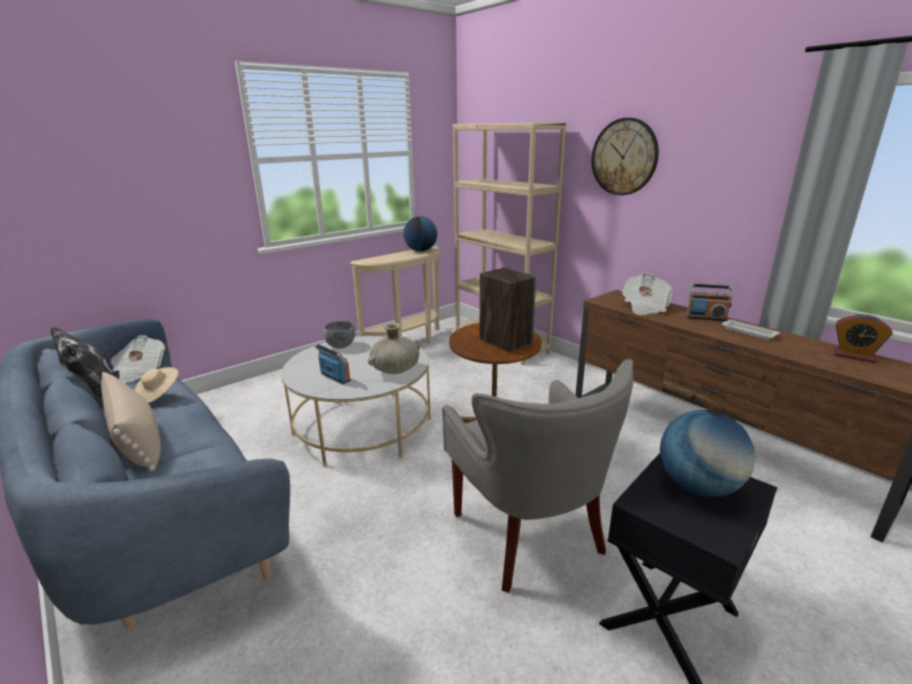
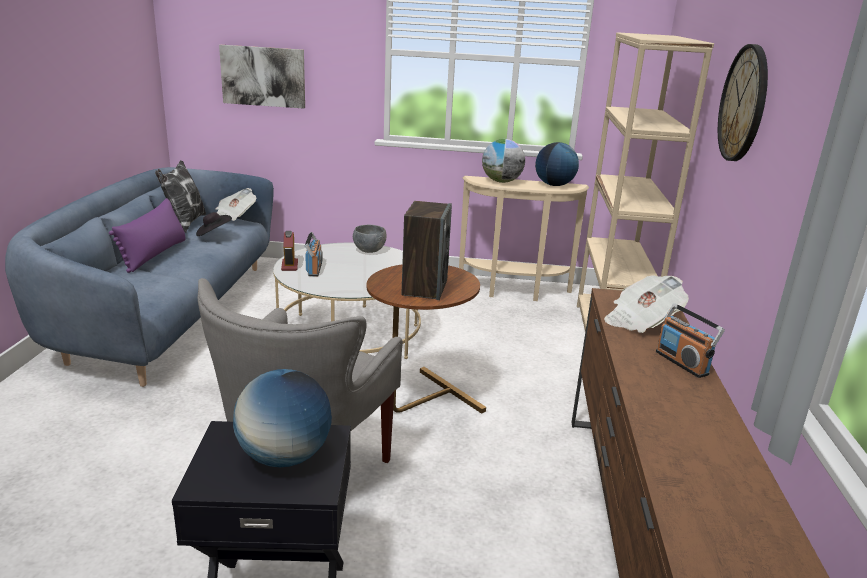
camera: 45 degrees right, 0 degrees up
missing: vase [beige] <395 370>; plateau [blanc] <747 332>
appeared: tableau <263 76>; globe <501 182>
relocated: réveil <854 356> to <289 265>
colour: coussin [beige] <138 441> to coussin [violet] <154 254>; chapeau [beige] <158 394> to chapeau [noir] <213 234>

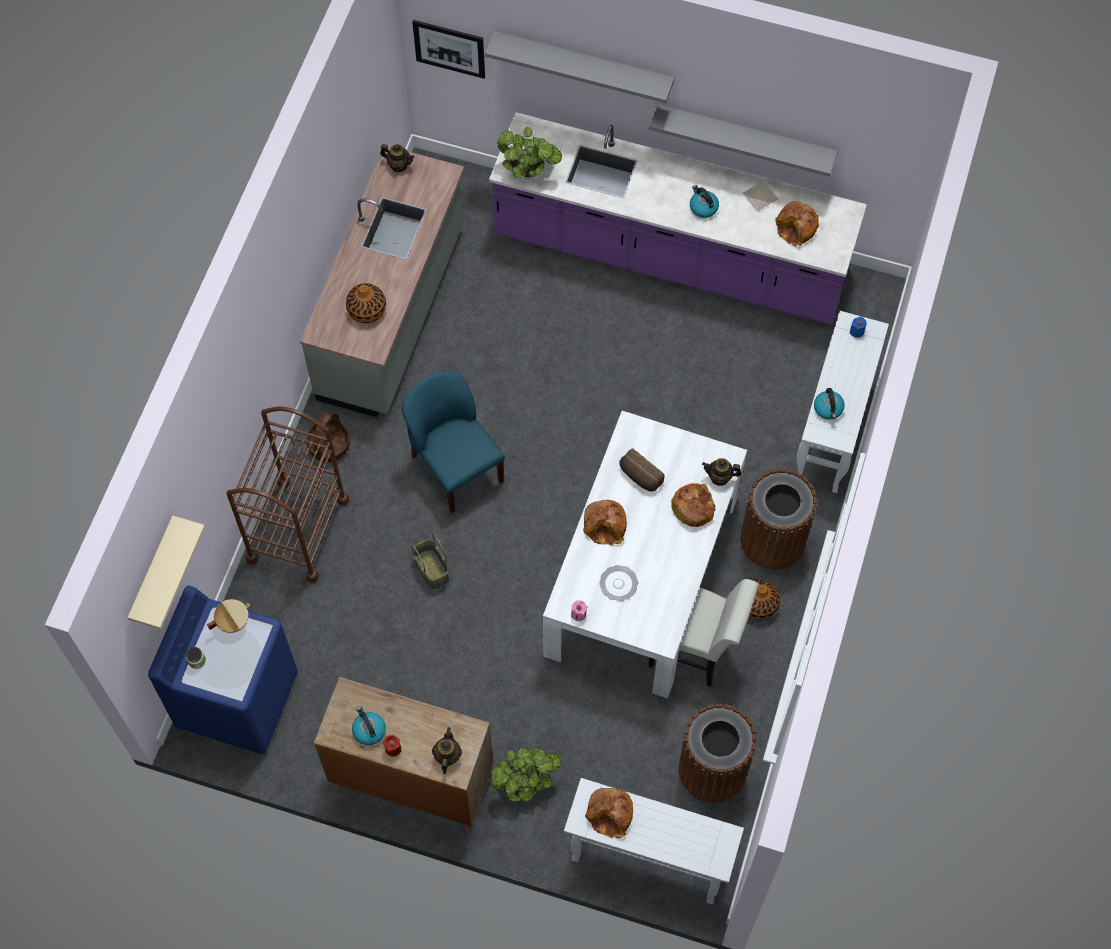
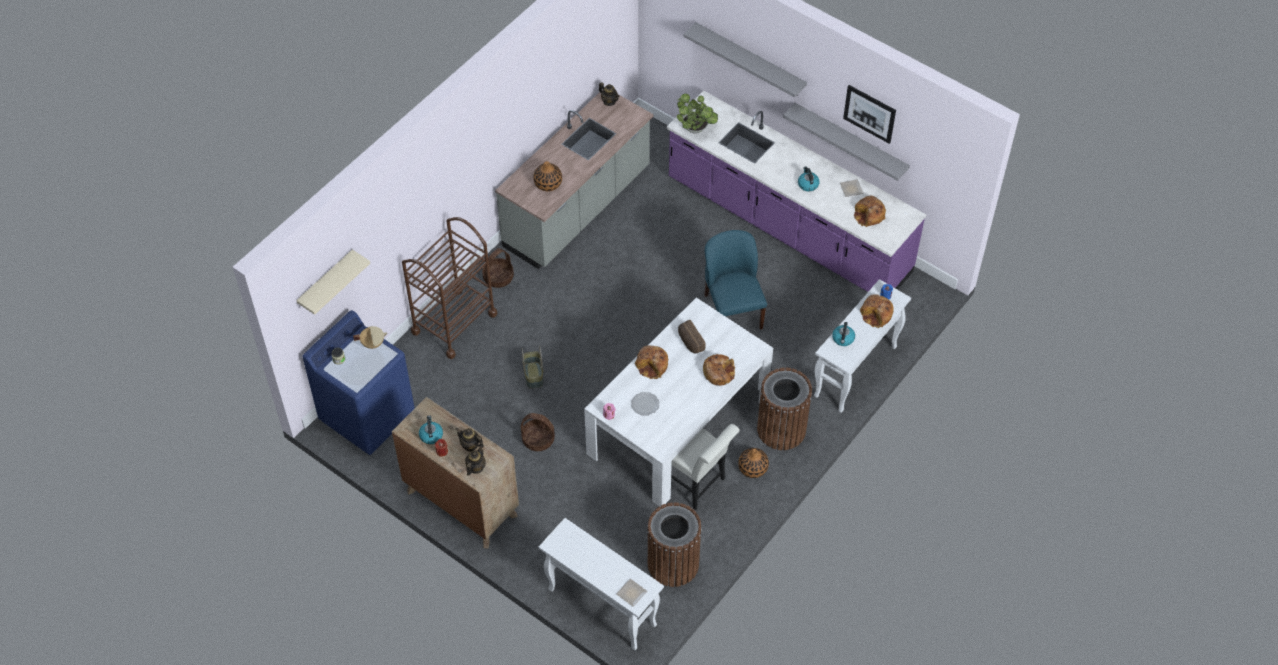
camera: 20 degrees right, 10 degrees down
missing: plante en pot <525 782>
appeared: panier <538 439>; assiette <632 593>
relocated: théière <720 477> to <470 445>; chaise [bleu] <455 467> to <732 310>; tableau <449 48> to <869 113>; pain <610 814> to <877 314>

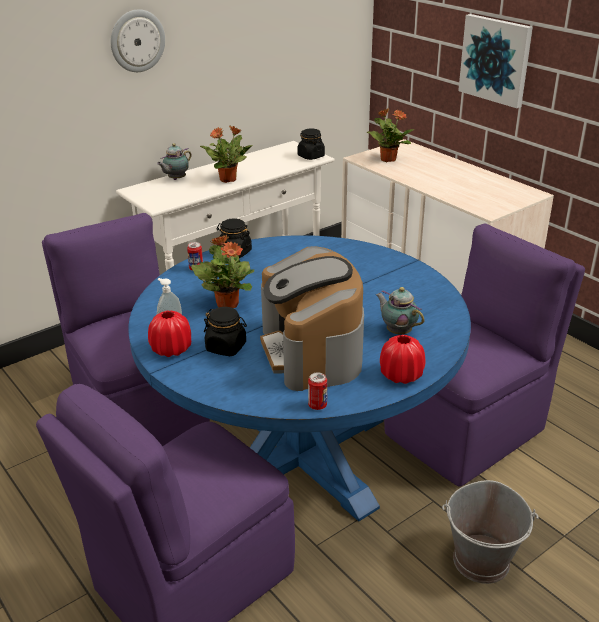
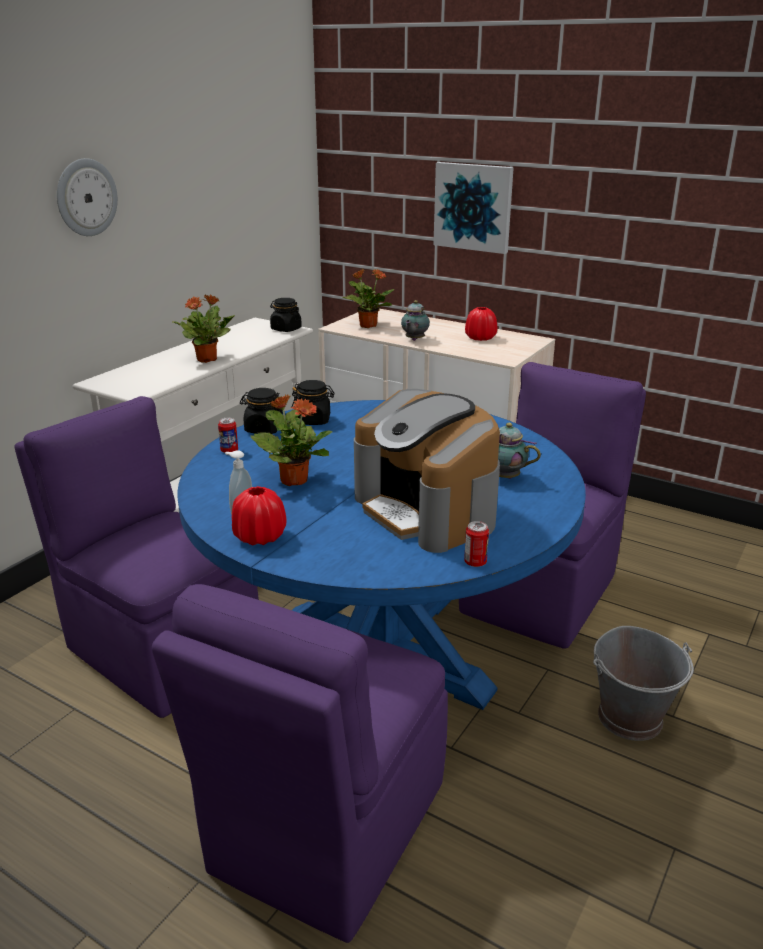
camera: 20 degrees left, 5 degrees down
relocated: bocal [noir] <226 347> to <313 420>; théière <176 179> to <414 340>; vase [rouge] <401 375> to <480 338>

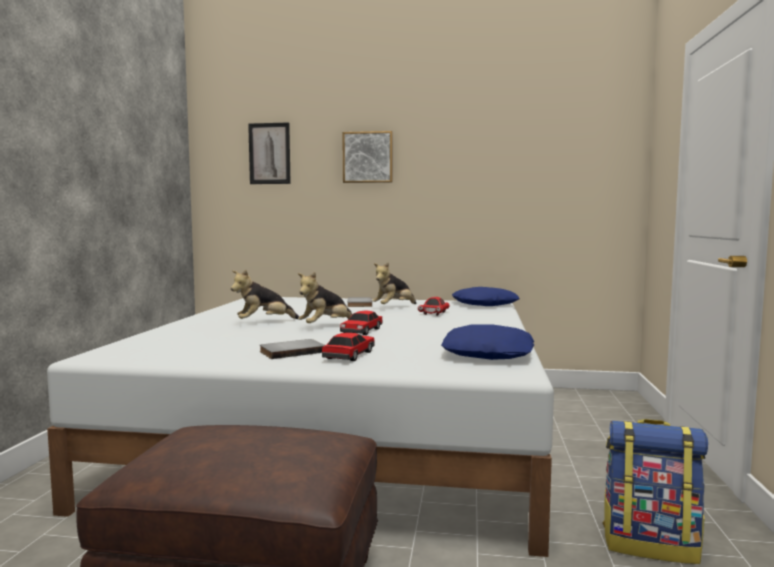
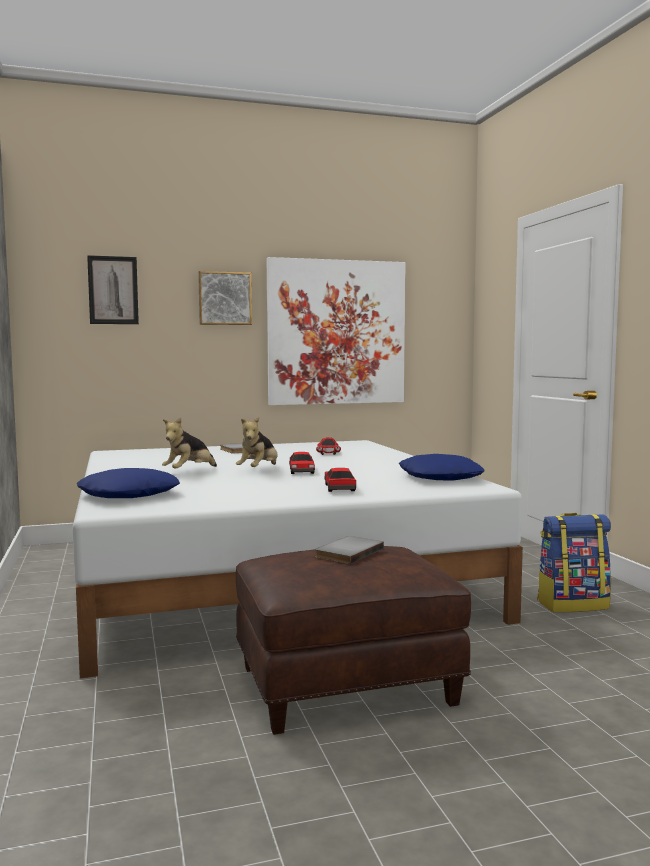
camera: 25 degrees left, 0 degrees up
missing: peluche <394 307>
appeared: tableau <336 332>
relocated: coussin [bleu] <484 304> to <128 494>; livre [gris] <291 351> to <347 552>

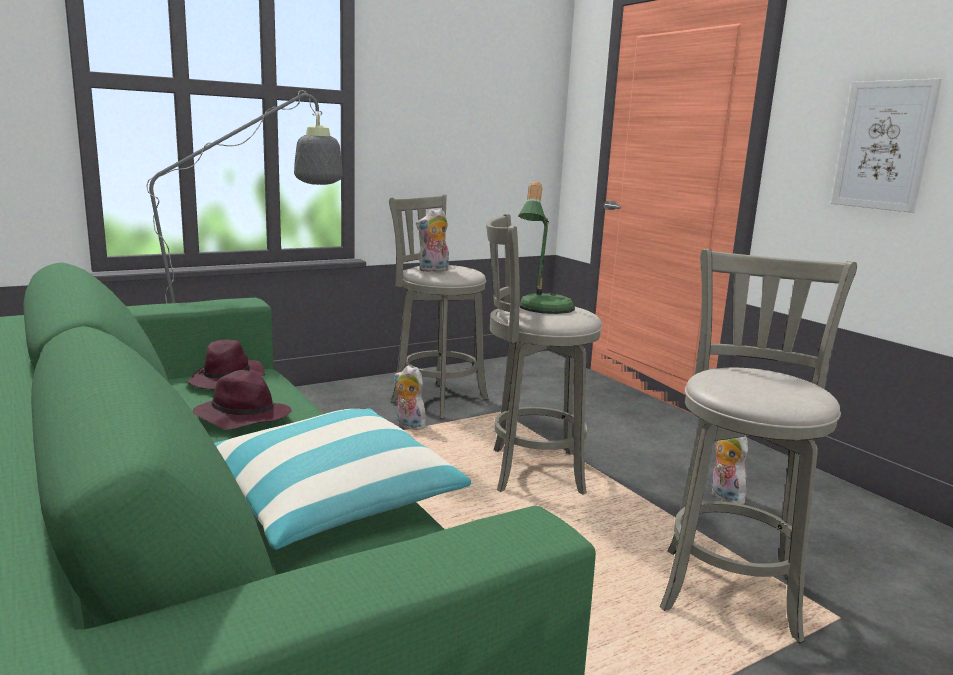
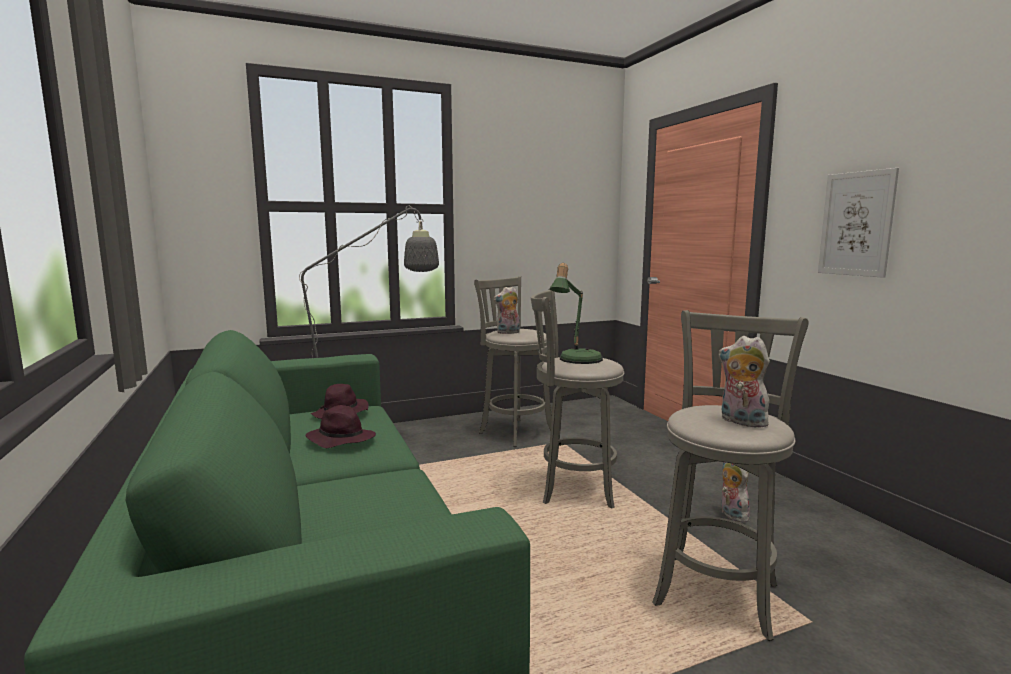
camera: 10 degrees right, 5 degrees down
missing: coussin <330 497>
relocated: peluche <408 426> to <740 422>

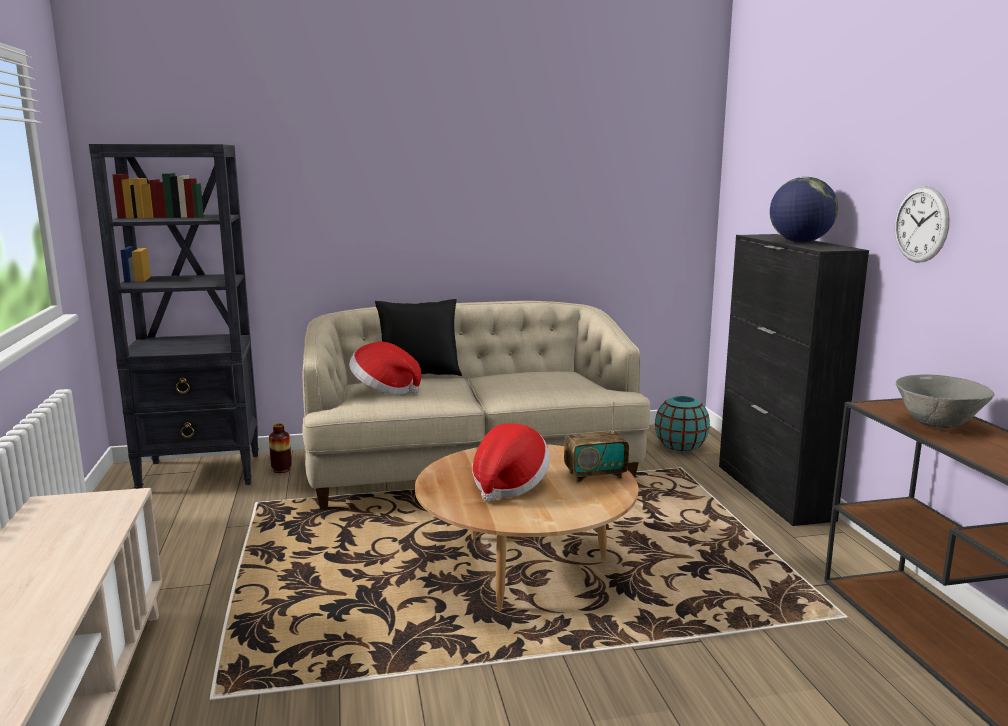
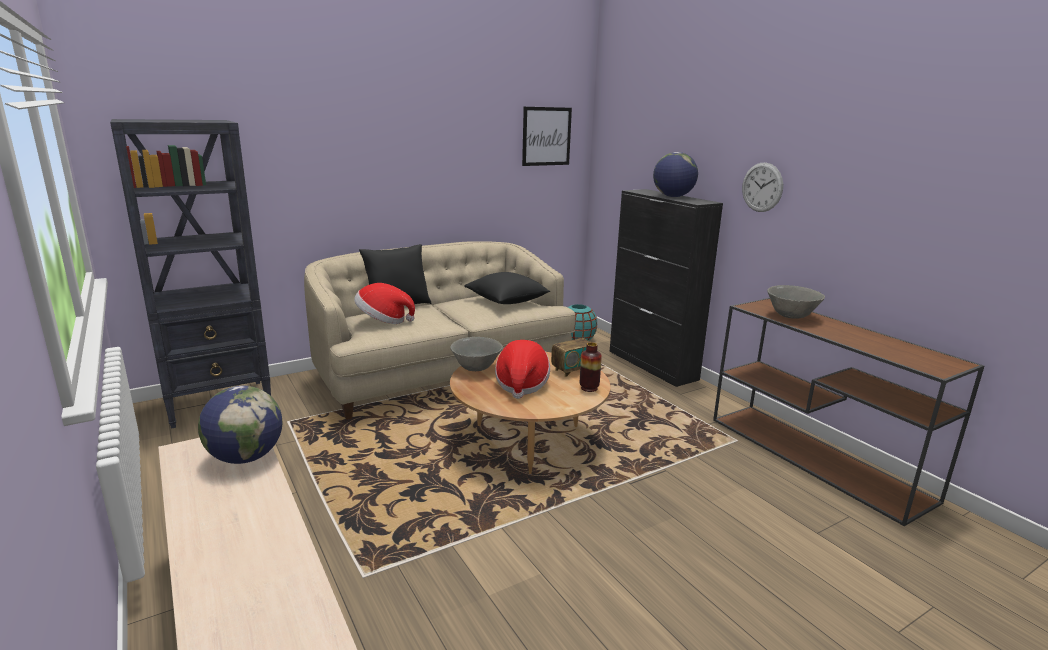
camera: 20 degrees left, 5 degrees up
appeared: globe <246 457>; bol [gris] <476 368>; coussin [noir] <507 301>; tableau <546 136>
relocated: vase <281 470> to <589 388>

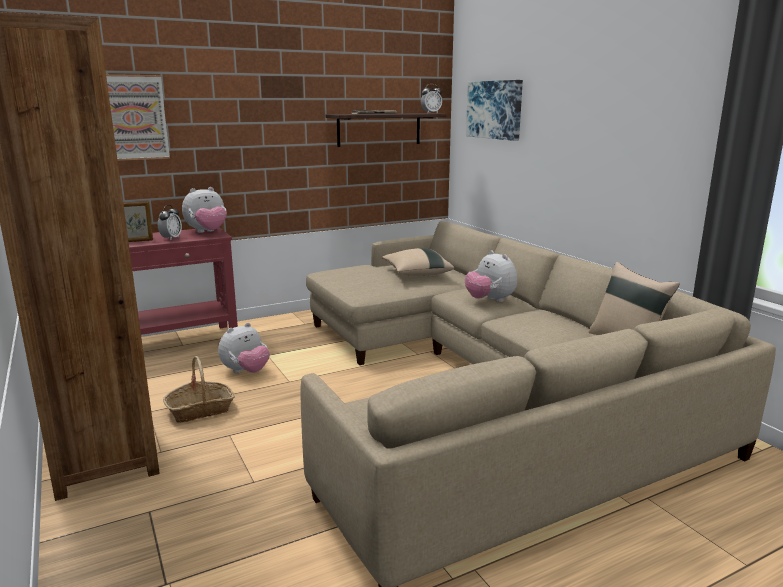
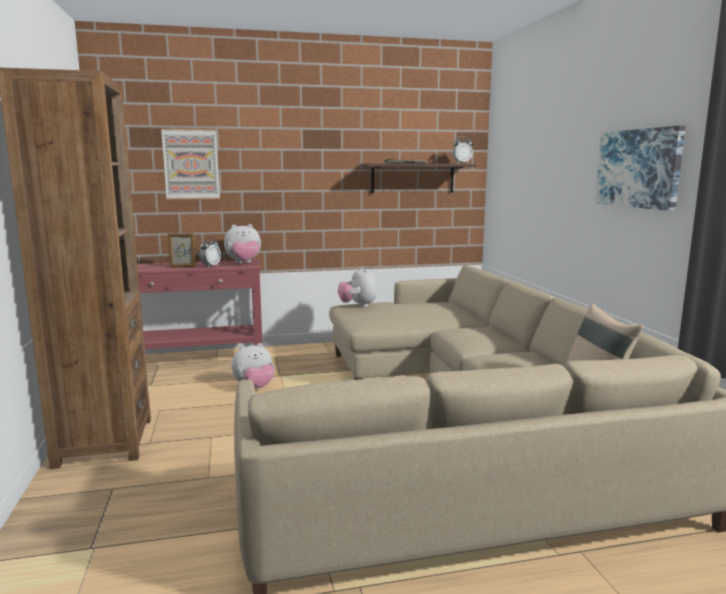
camera: 15 degrees right, 5 degrees down
missing: panier <200 410>; coussin [beige] <416 274>
relocated: peluche <490 300> to <358 306>; tableau <494 110> to <639 168>

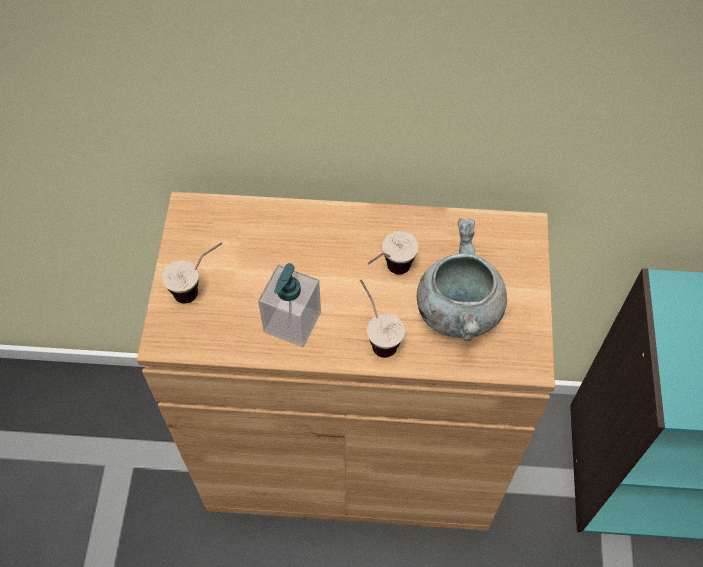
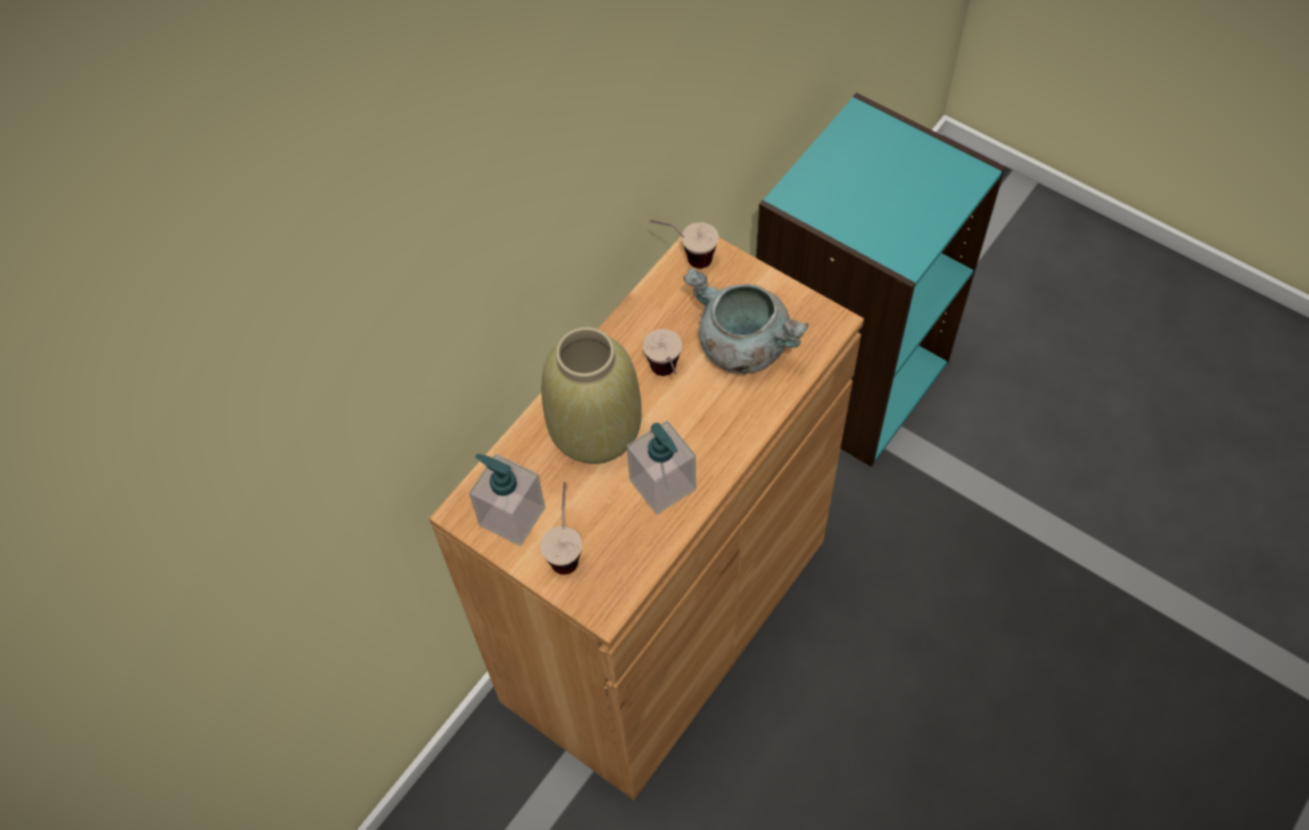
camera: 55 degrees left, 0 degrees up
appeared: distributeur de savon <512 516>; vase [beige] <597 431>
relocated: tasse <376 335> to <684 259>

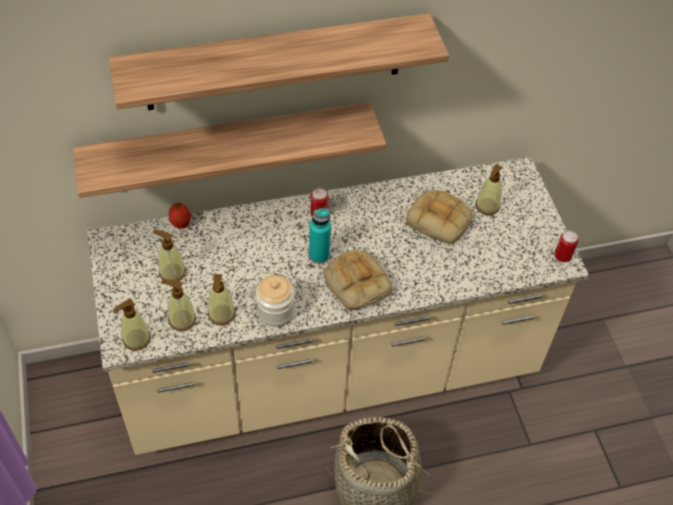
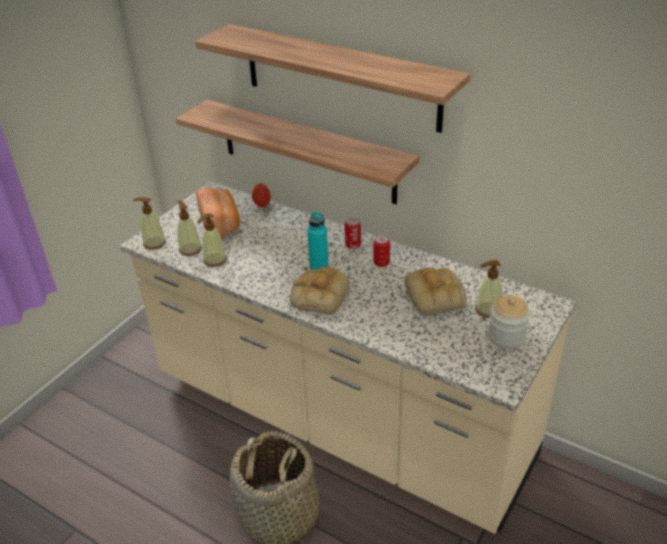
camera: 50 degrees right, 15 degrees down
relocated: boîte métallique <562 256> to <381 263>; bocal <275 311> to <506 337>
exchanged: distributeur de savon <172 273> to pain <221 224>

